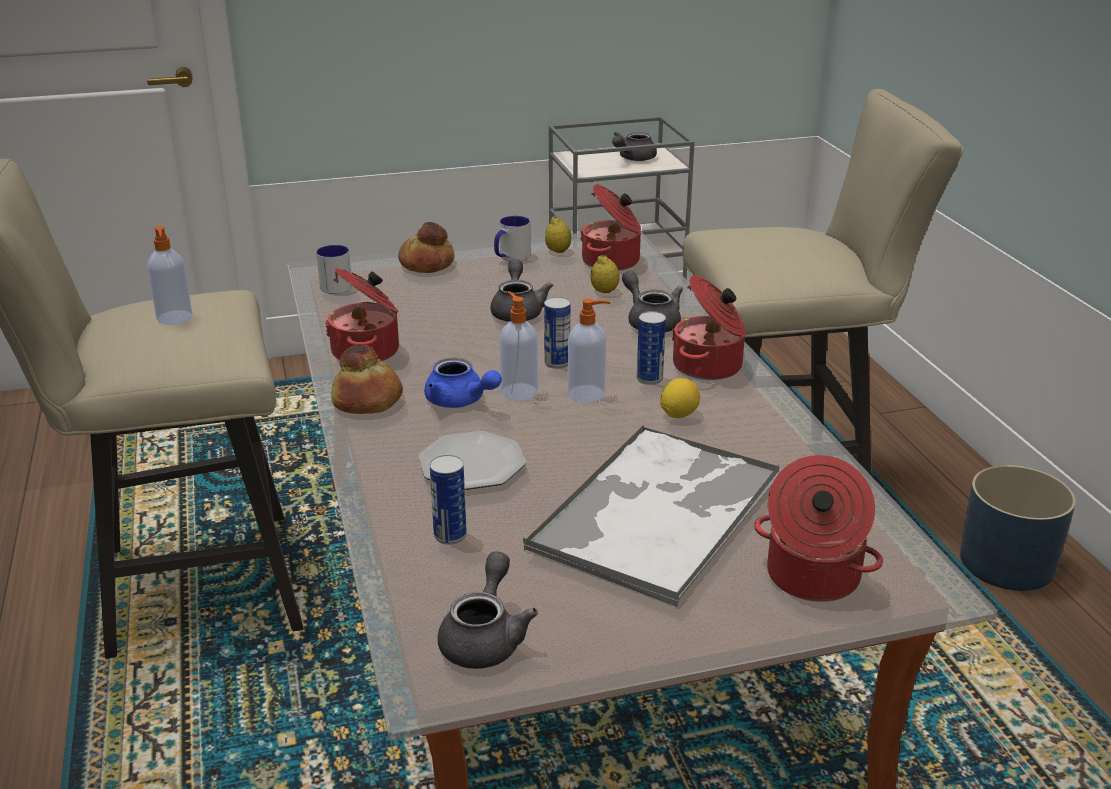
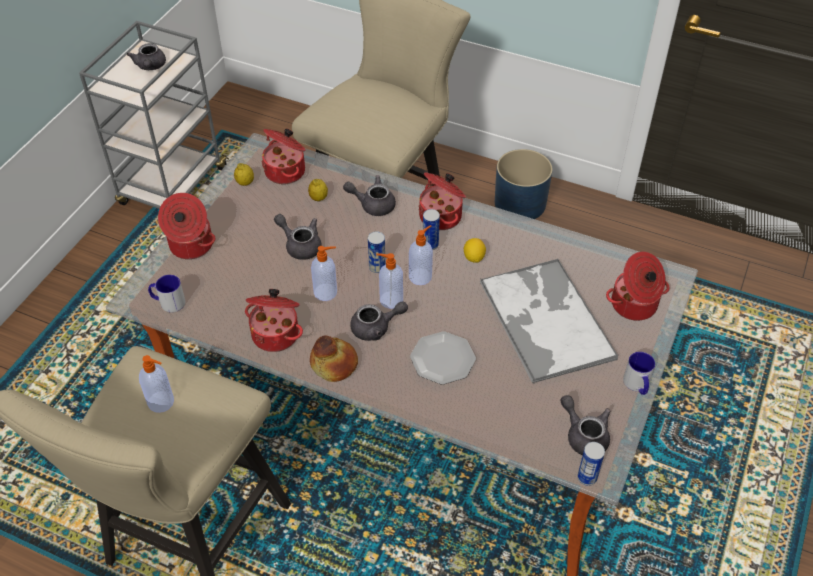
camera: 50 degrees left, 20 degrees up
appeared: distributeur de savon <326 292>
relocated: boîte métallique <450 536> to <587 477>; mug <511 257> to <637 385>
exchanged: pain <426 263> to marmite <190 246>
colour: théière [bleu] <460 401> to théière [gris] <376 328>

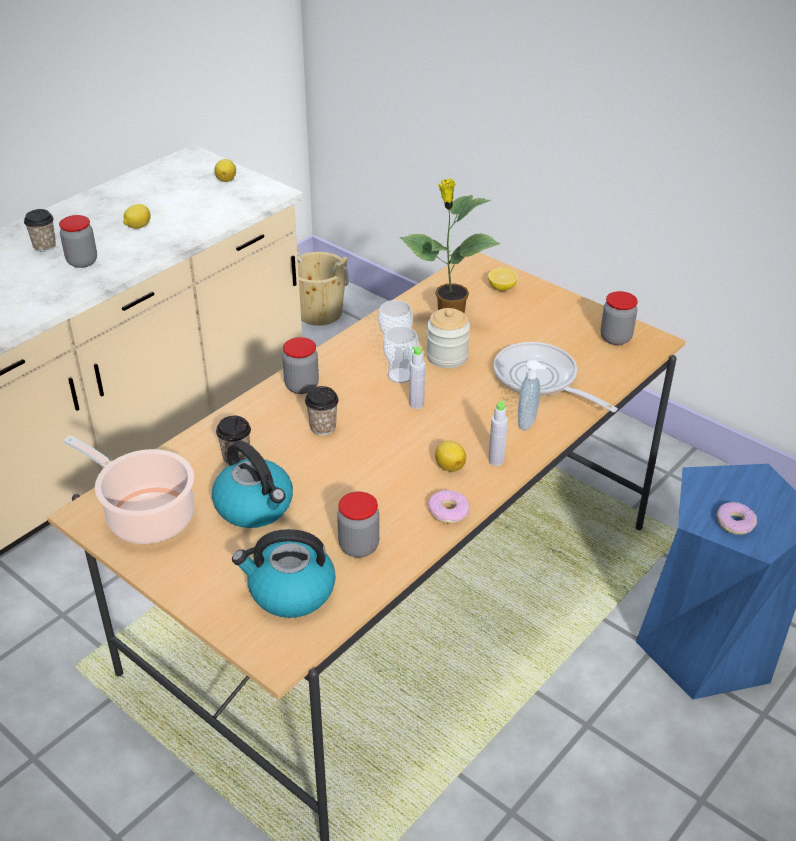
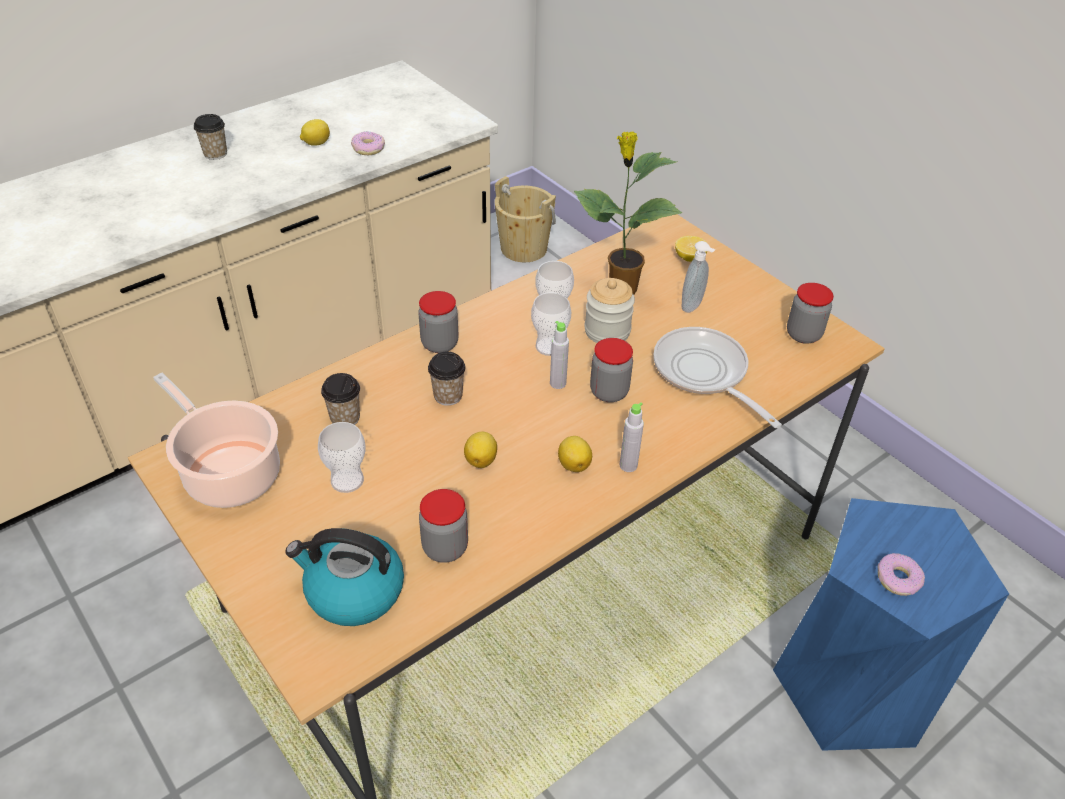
camera: 10 degrees right, 5 degrees up
relocated: beignet <448 511> to <368 148>; citron <226 180> to <481 460>; bocal <82 261> to <609 392>; distributeur de savon <528 423> to <693 306>
exchanged: bouilloire <255 507> to tasse <347 480>

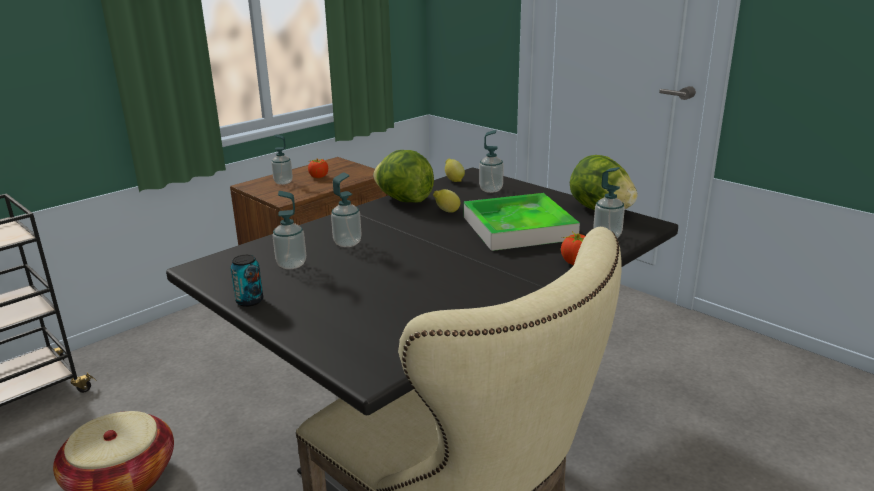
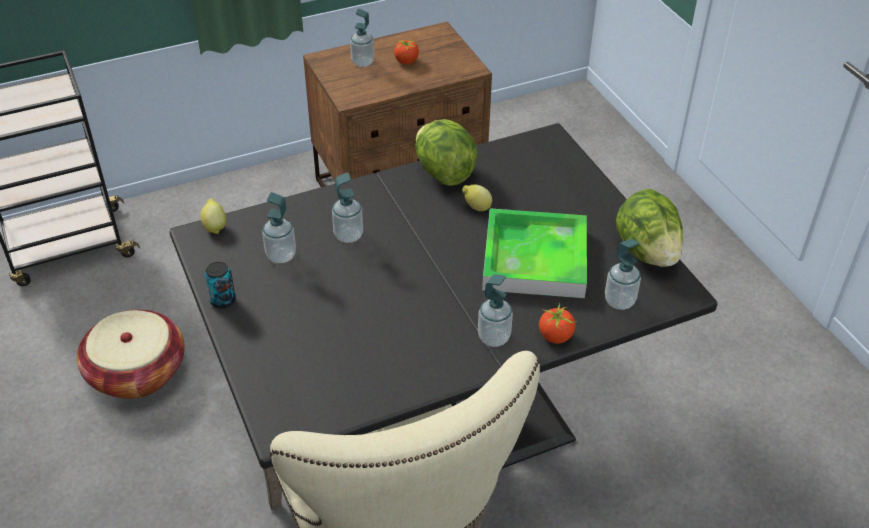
camera: 20 degrees right, 20 degrees up
relocated: citron <453 180> to <215 226>; distributeur de savon <491 189> to <494 337>

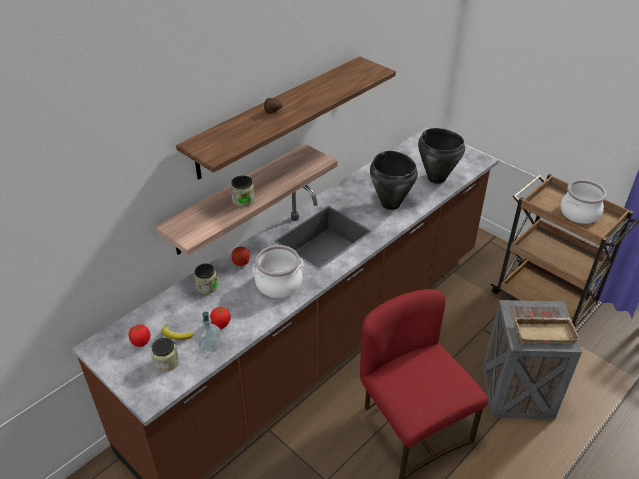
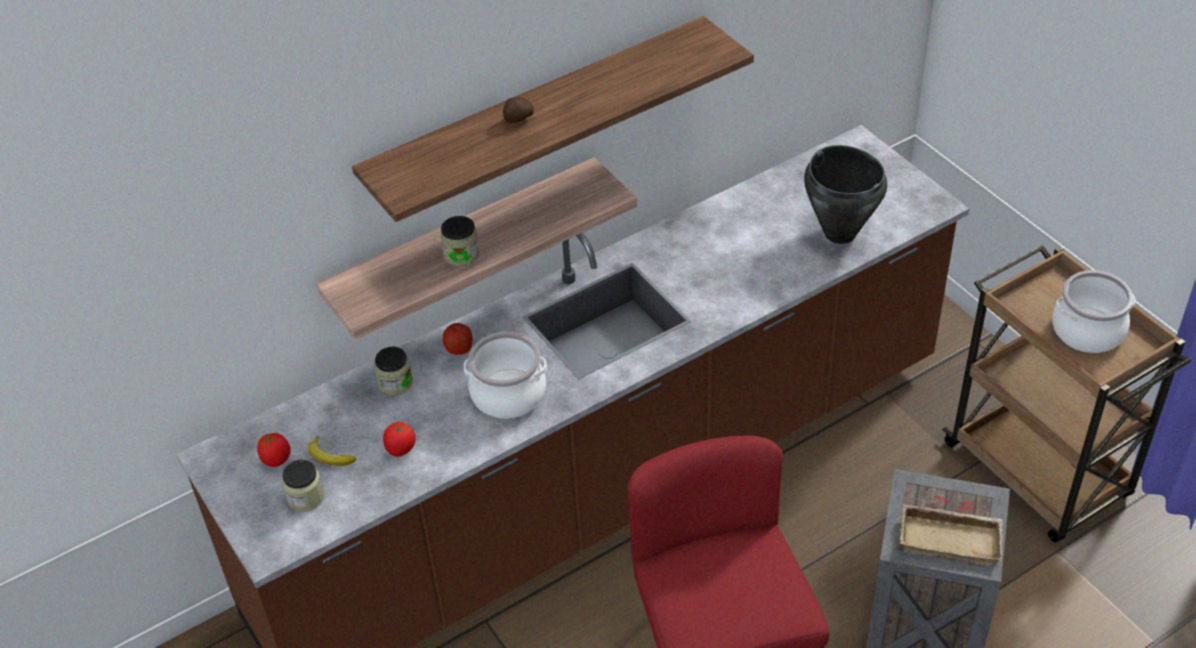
camera: 15 degrees right, 5 degrees up
missing: distributeur de savon <210 345>; marmite [noir] <390 204>

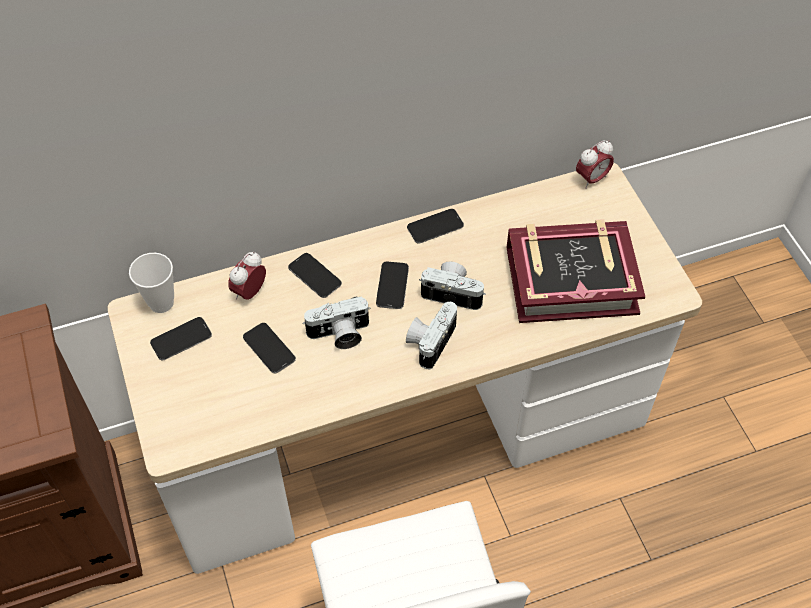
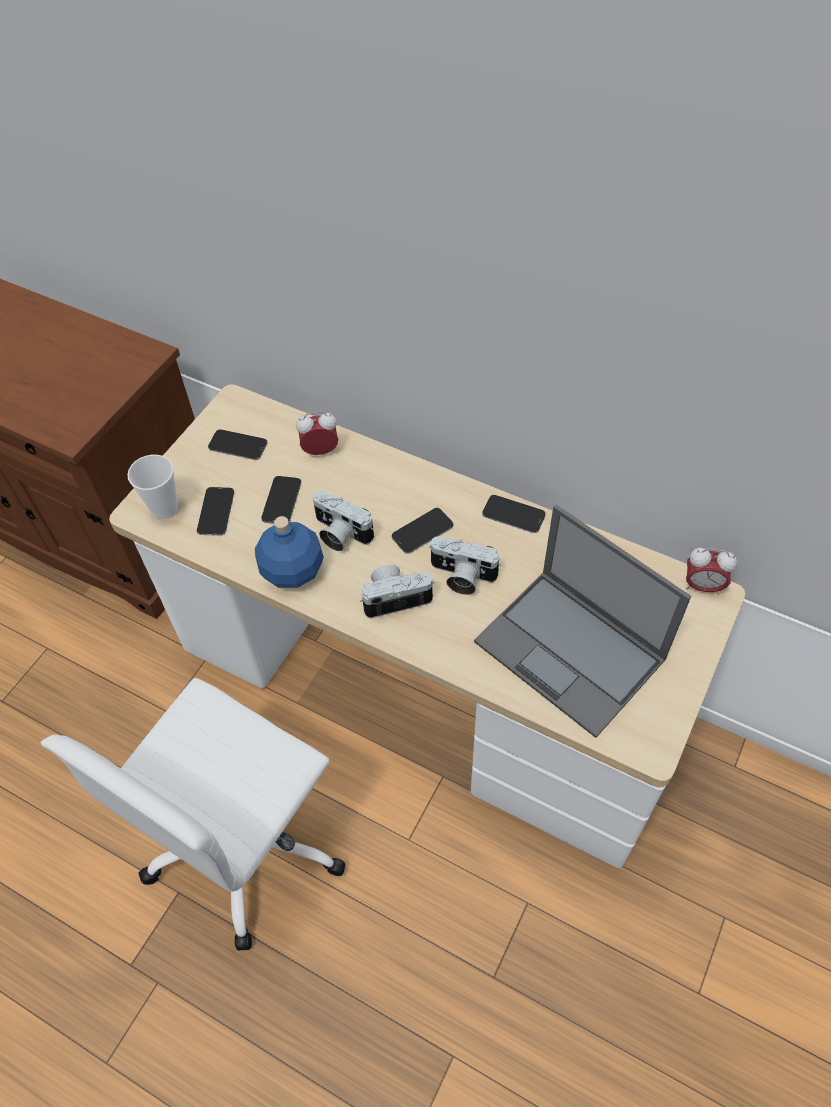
camera: 50 degrees right, 0 degrees up
appeared: bouteille [bleu] <292 570>
relocated: tasse <161 303> to <165 509>; téléphone <315 276> to <216 512>
exchanged: livre <571 279> to ordinateur portable <571 651>
spun: appareil photo <453 292> = <461 576> 135 degrees clockwise

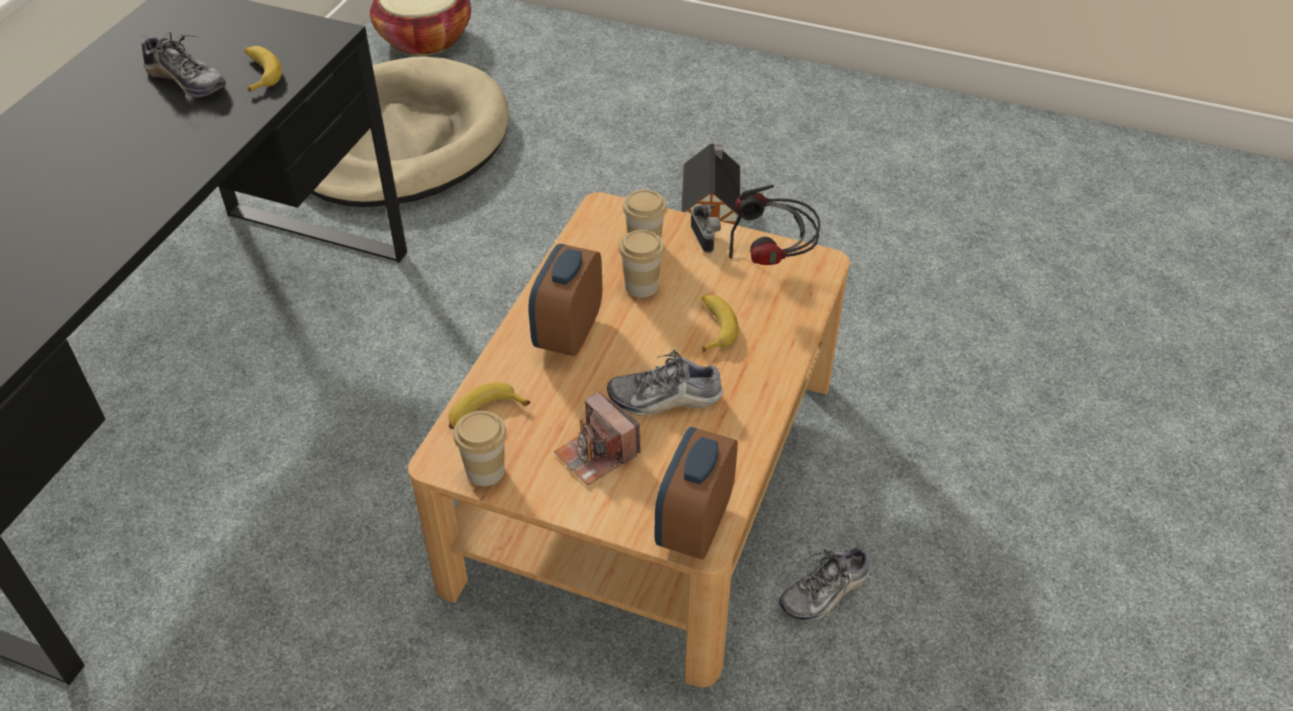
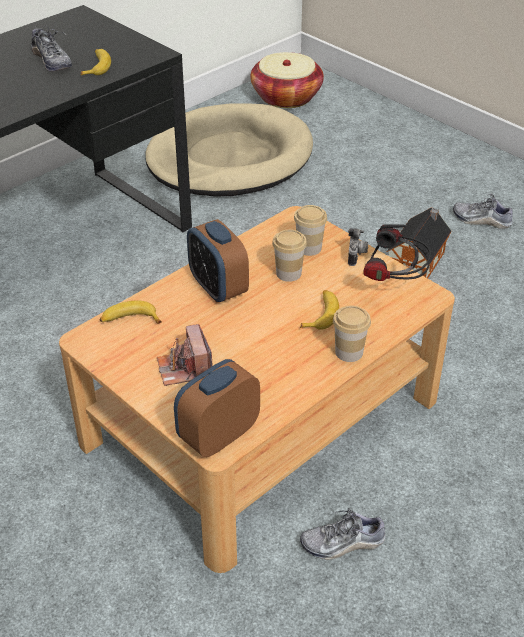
camera: 25 degrees right, 5 degrees down
relocated: tasse <485 471> to <349 352>; chaussure <665 398> to <481 220>
spun: réveil <568 333> = <218 288> 75 degrees counterclockwise

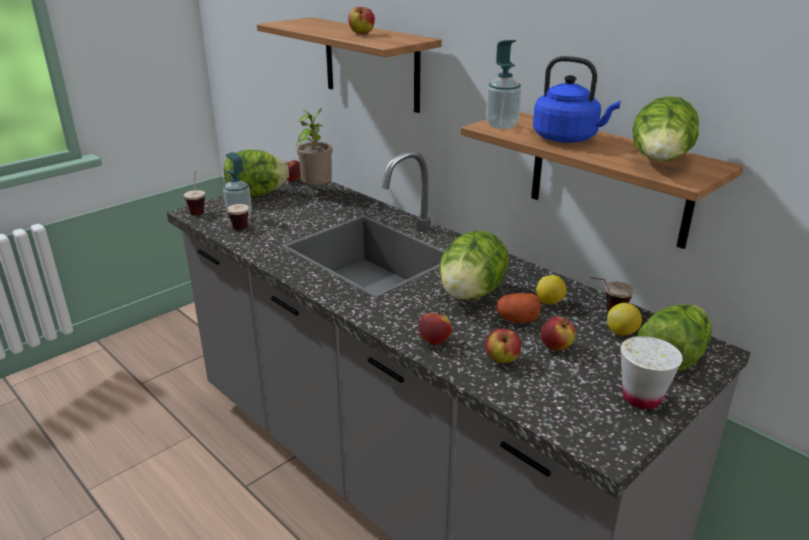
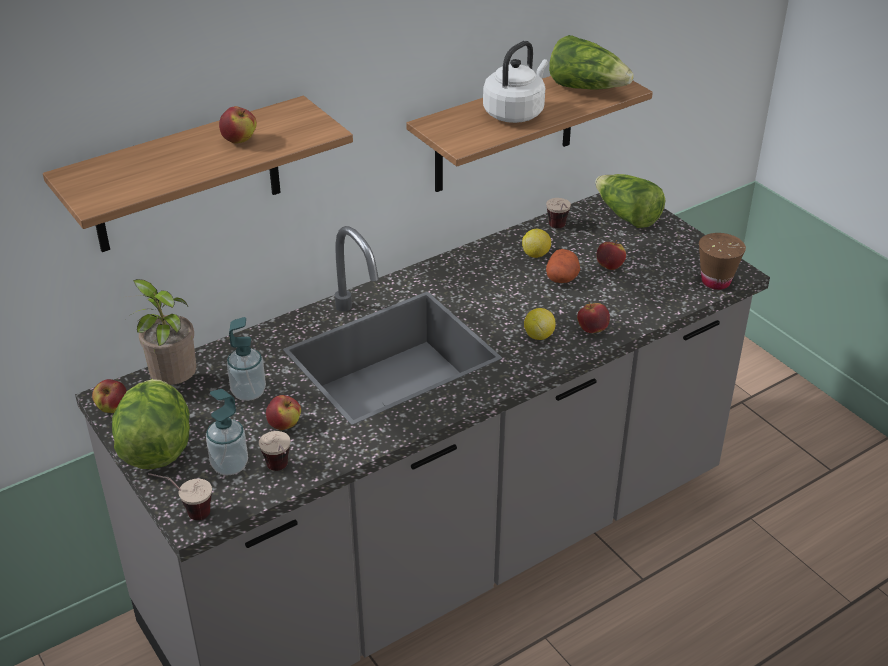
camera: 80 degrees left, 10 degrees up
missing: laitue <471 294>; tasse [blanc] <641 398>
appeared: tasse [marron] <715 281>
relocated: distributeur de savon <501 125> to <248 392>; pomme <502 360> to <284 425>; citron <622 332> to <538 335>
colour: bouilloire [bleu] <568 139> to bouilloire [blanc] <515 112>

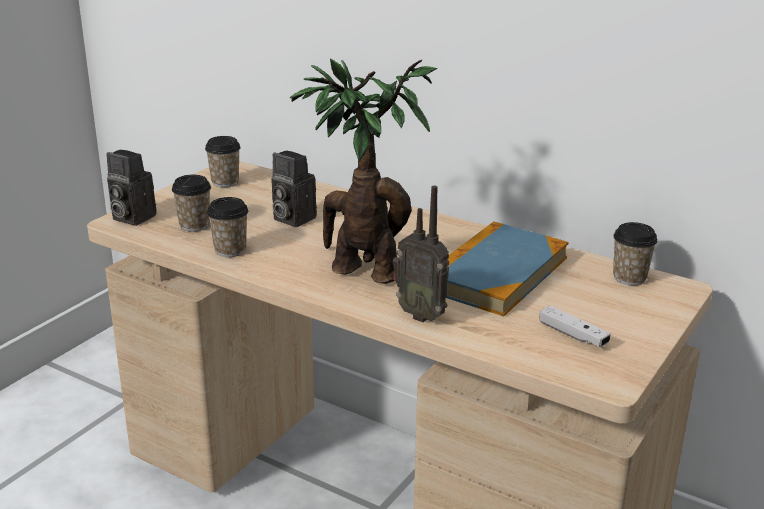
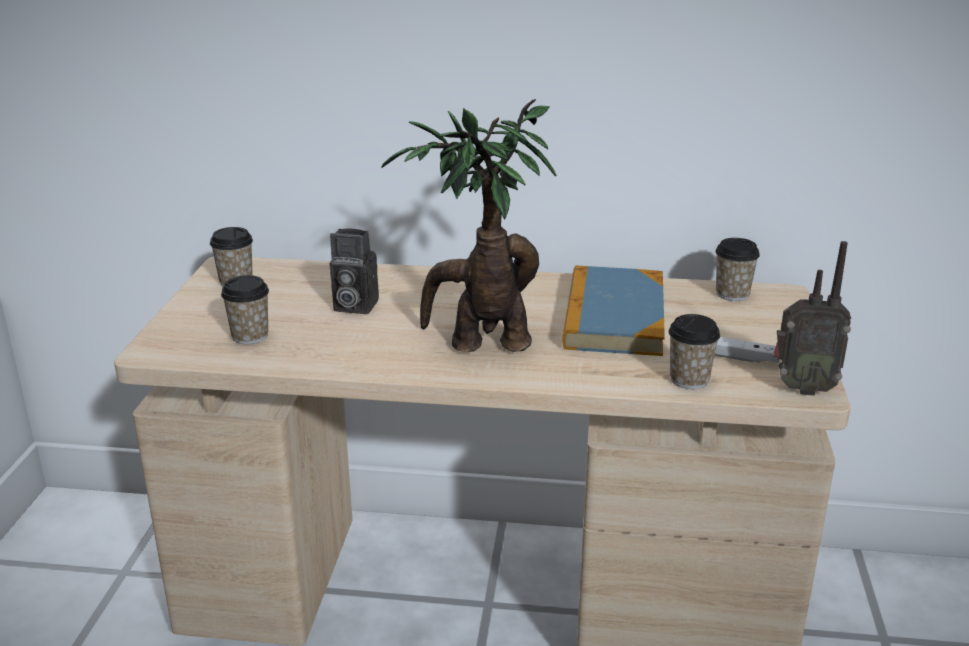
camera: 25 degrees left, 0 degrees up
missing: appareil photo <131 217>
relocated: tasse <230 250> to <689 379>; radio <422 314> to <802 388>

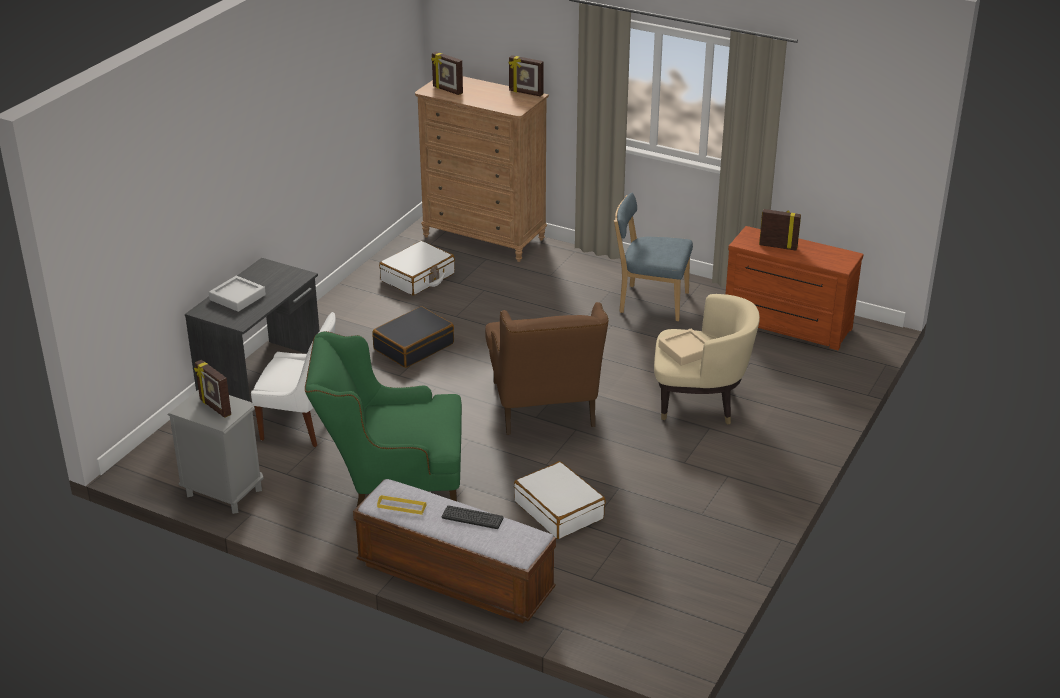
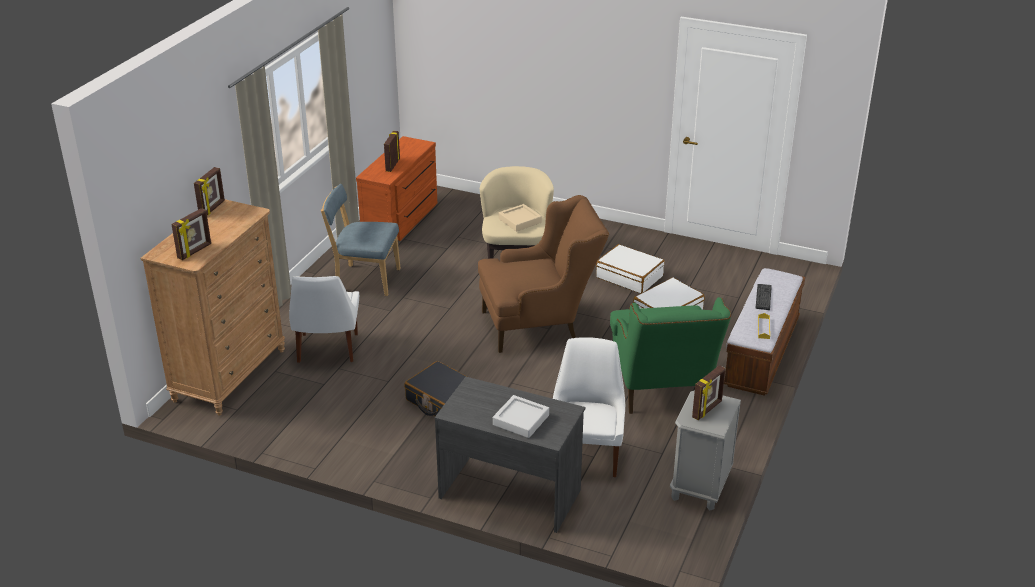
camera: 95 degrees left, 0 degrees up
appeared: chaise [blanc] <327 350>
relocated: valise [blanc] <418 277> to <629 277>
spun: chaise [bleu] <650 302> = <364 279> 90 degrees clockwise

